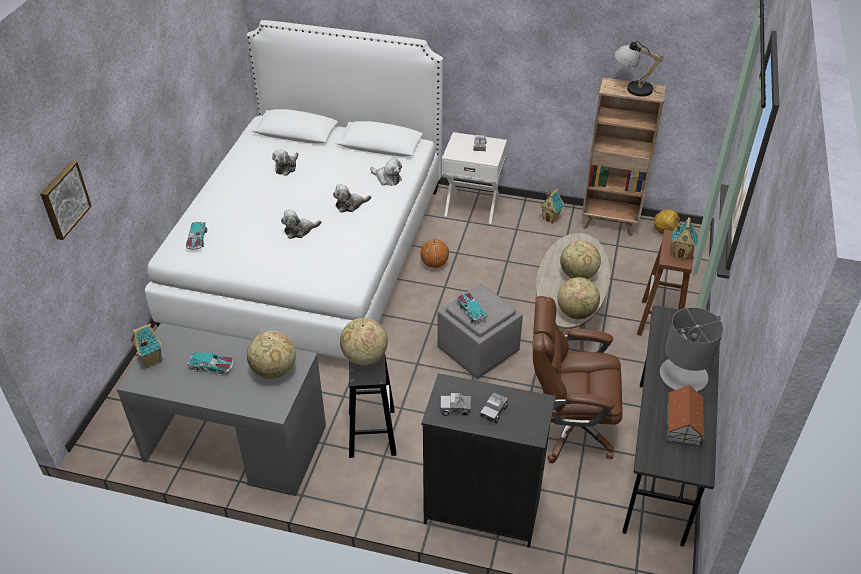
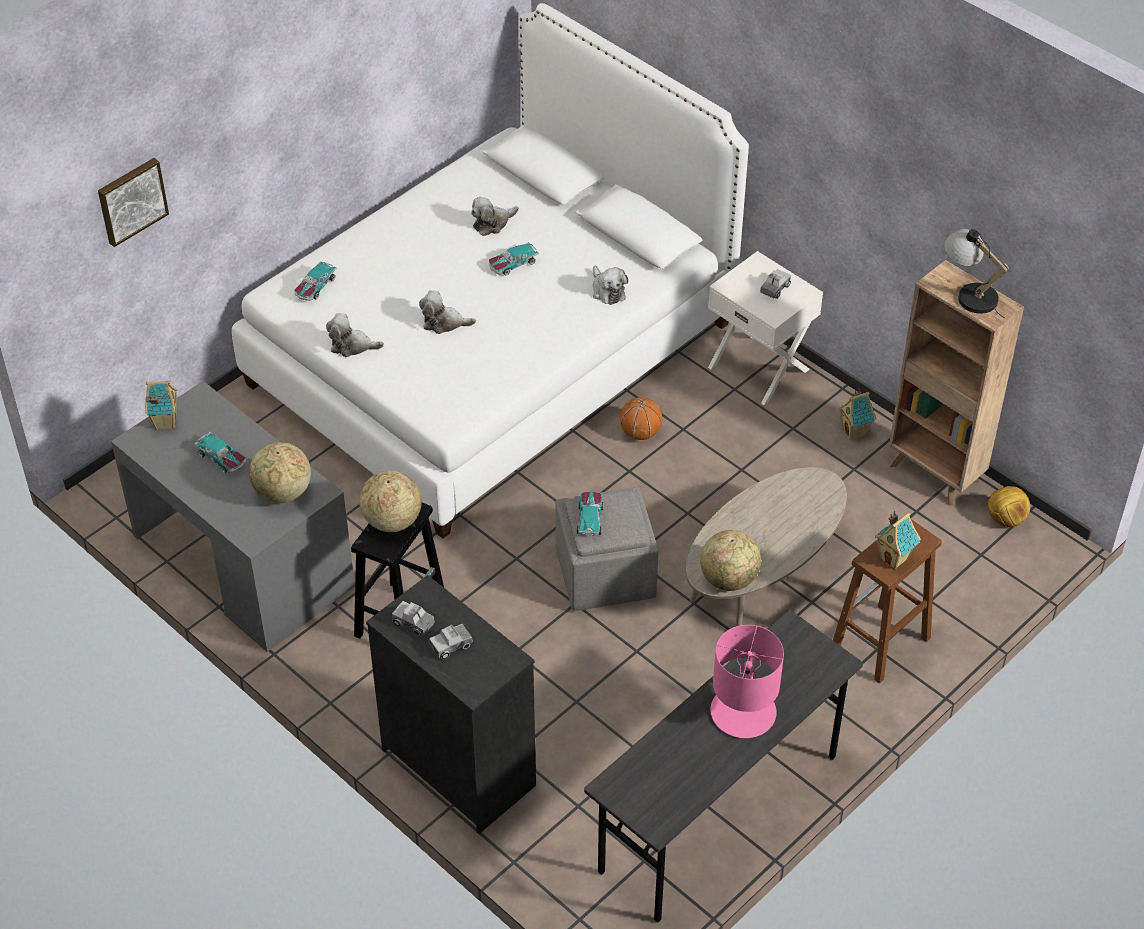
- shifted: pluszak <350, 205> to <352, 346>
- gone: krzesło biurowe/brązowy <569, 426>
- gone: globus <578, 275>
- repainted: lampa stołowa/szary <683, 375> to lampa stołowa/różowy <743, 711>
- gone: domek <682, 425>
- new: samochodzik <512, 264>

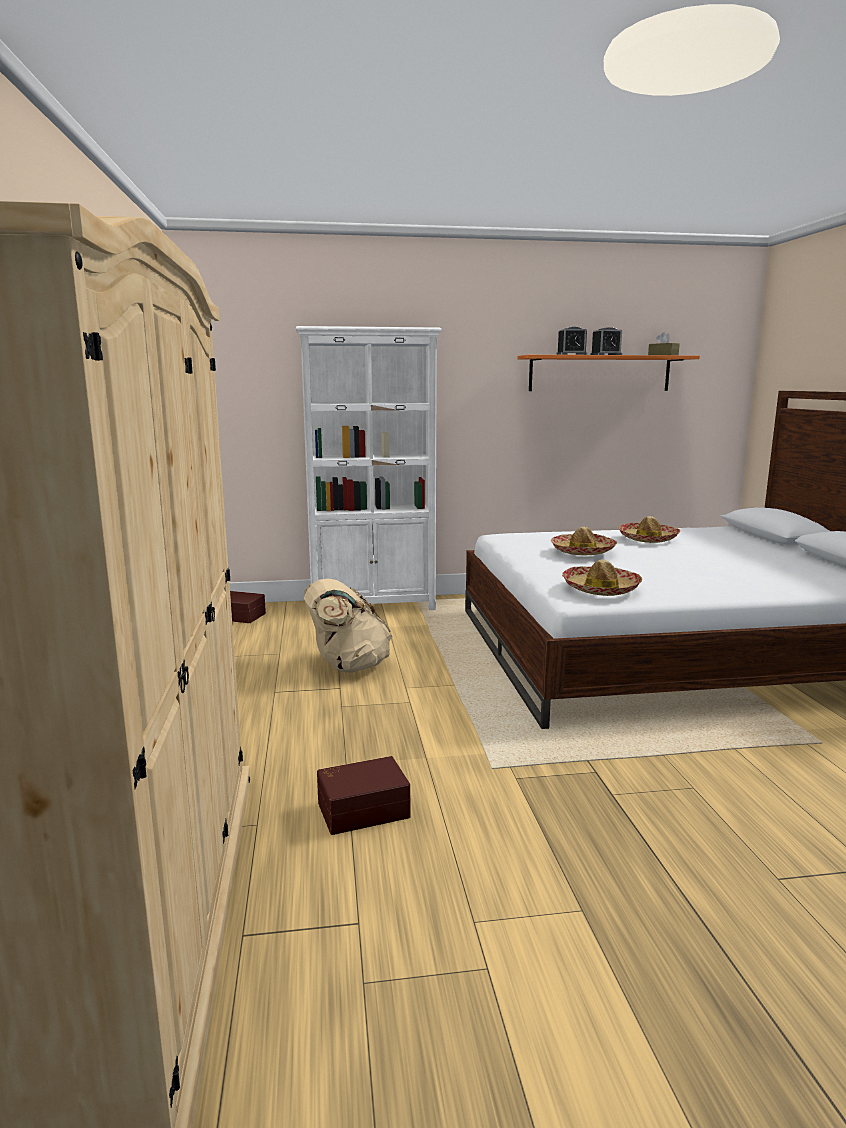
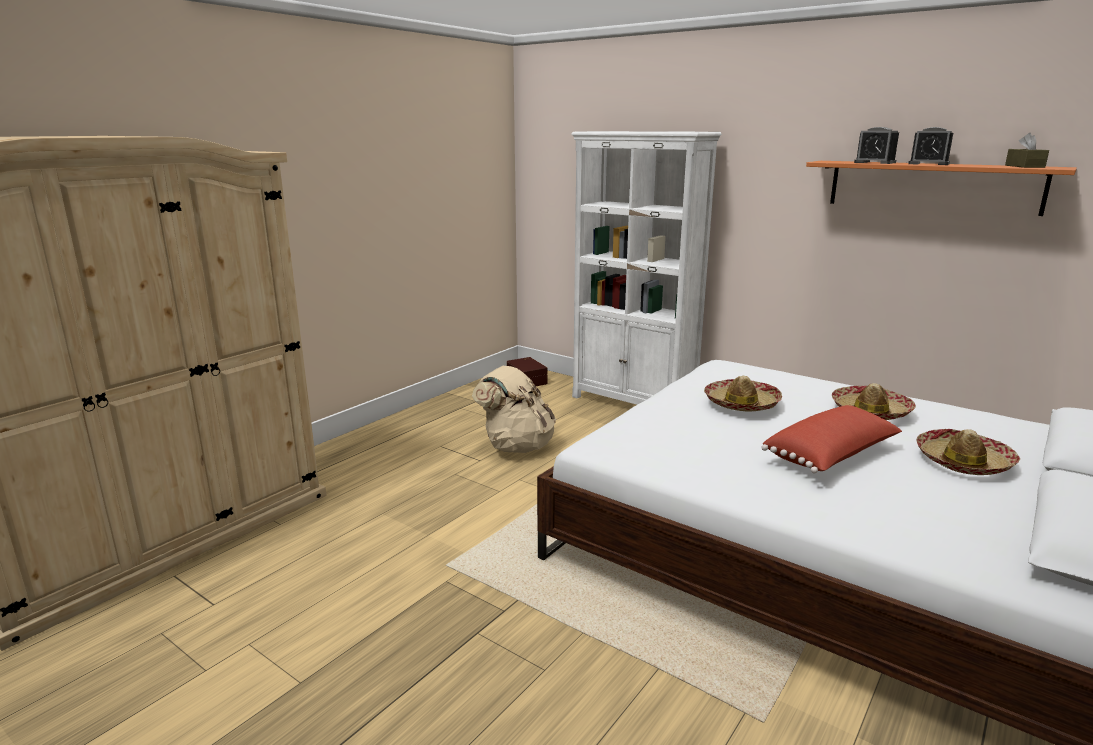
- gone: pojemnik do przechowywania/brązowy <362, 809>
- shifted: kapelusz <601, 589> to <963, 462>
- new: poduszka/czerwony <832, 456>

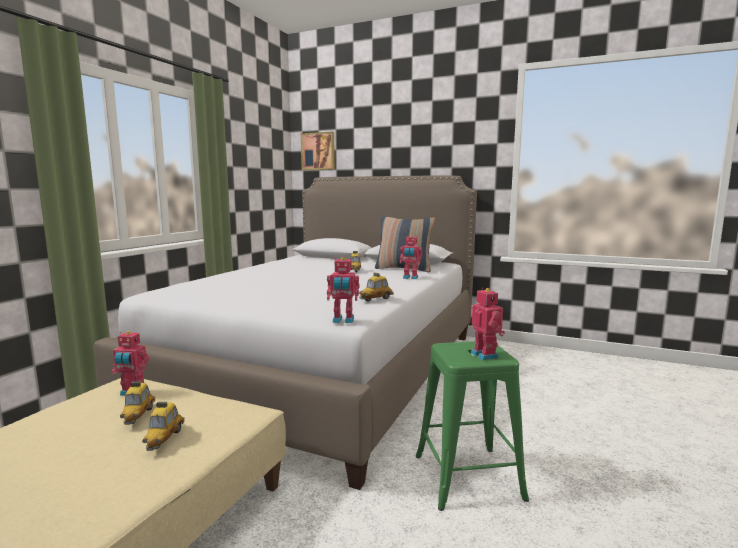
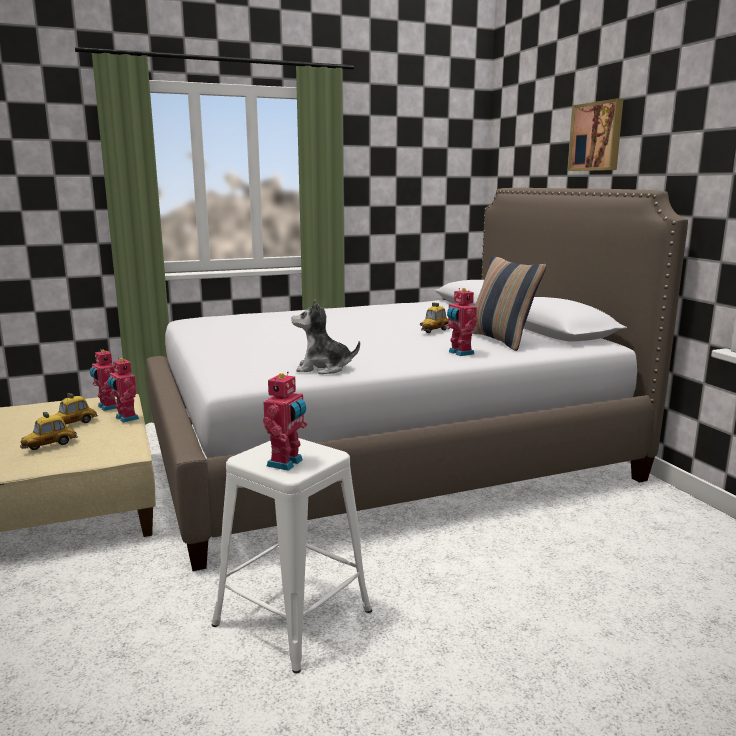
- shifted: obraz <318, 151> to <597, 136>
- shifted: robot zabawkowy <343, 321> to <125, 418>
- swapped: samochodzik <376, 299> to pluszak <323, 368>
- repainted: stołek/zielony <468, 476> to stołek/biały <293, 617>

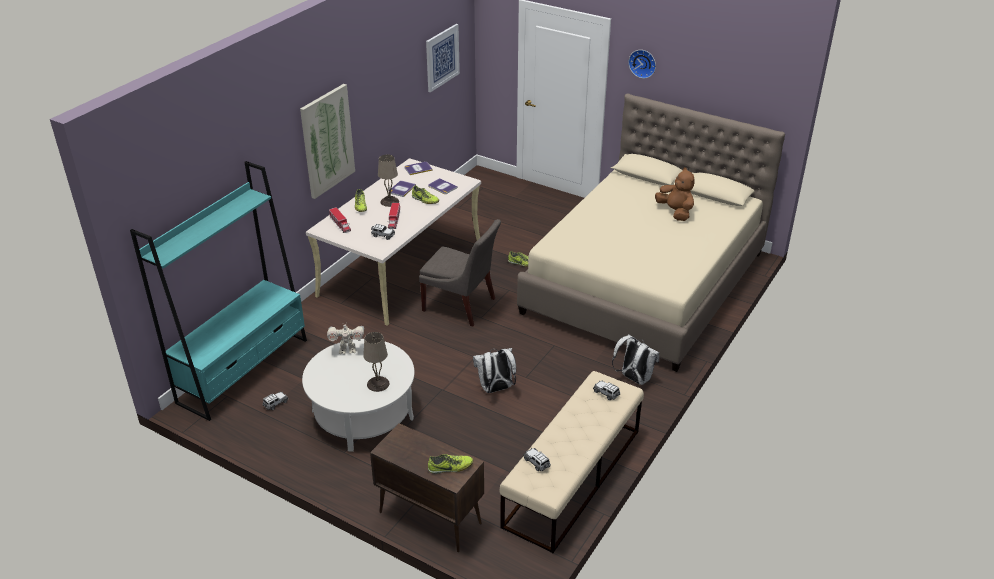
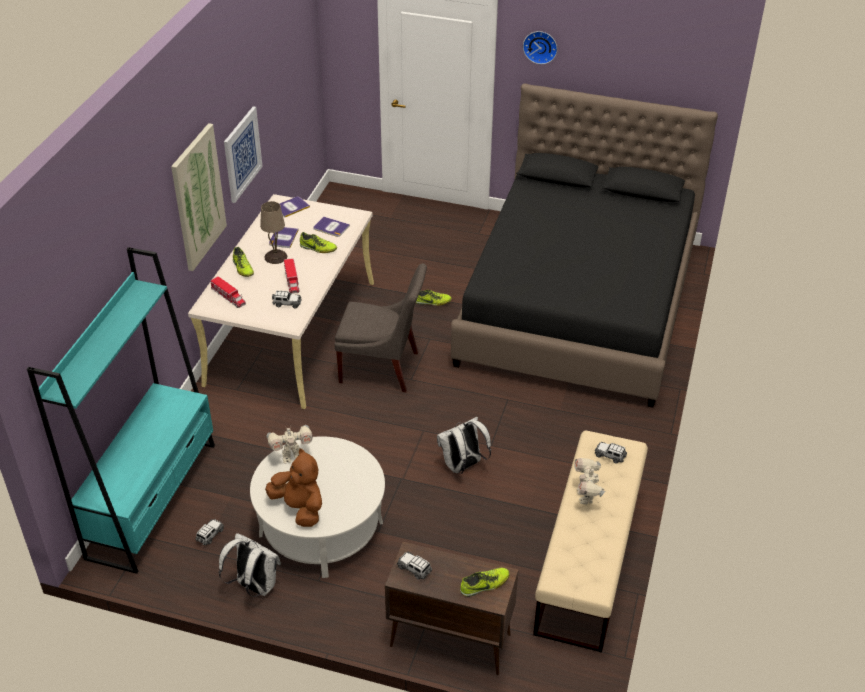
- gone: lampa stołowa/beżowy <378, 384>
- shifted: obraz <442, 57> to <242, 154>
- repainted: łóżko/beżowy <645, 283> to łóżko/czarny <579, 304>
- shifted: samochodzik <537, 463> to <414, 569>
- shifted: plecak/biały <634, 378> to <254, 586>
- shifted: pluszak/brązowy <675, 212> to <299, 508>
- new: robot zabawkowy <586, 496>

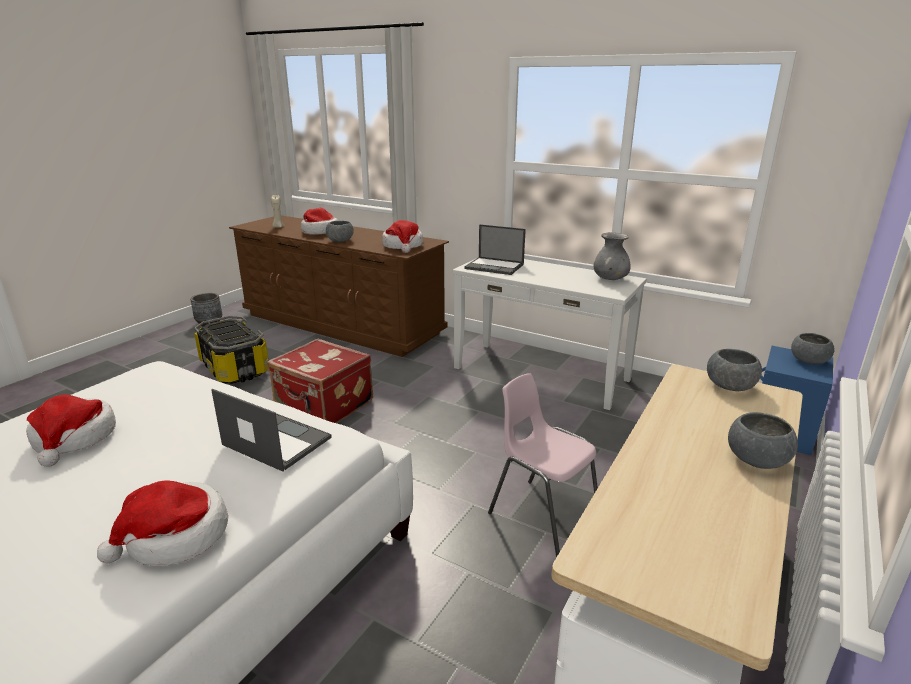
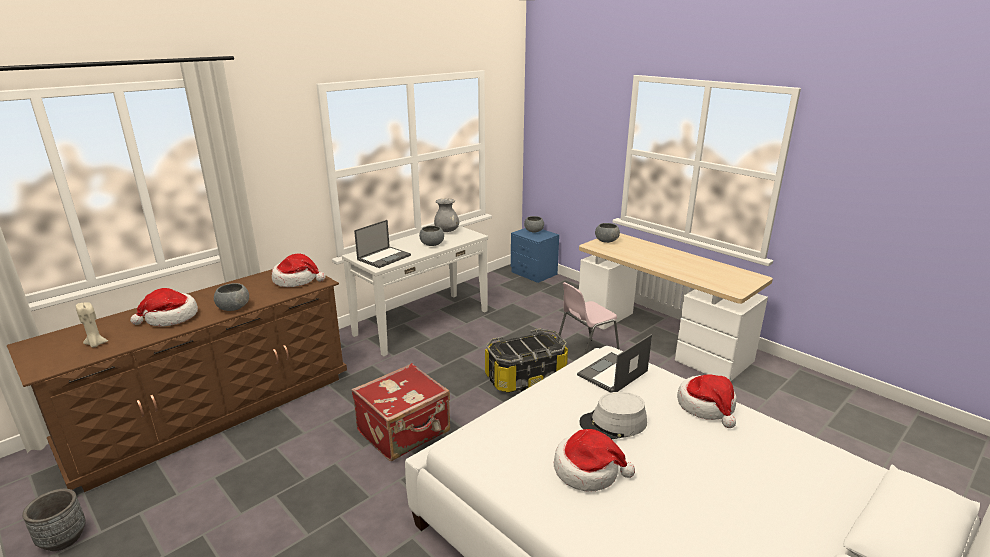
- shifted: pojemnik do przechowywania <235, 368> to <525, 377>
- shifted: miska/szary <756, 459> to <432, 244>
- new: kapelusz/szary <613, 423>

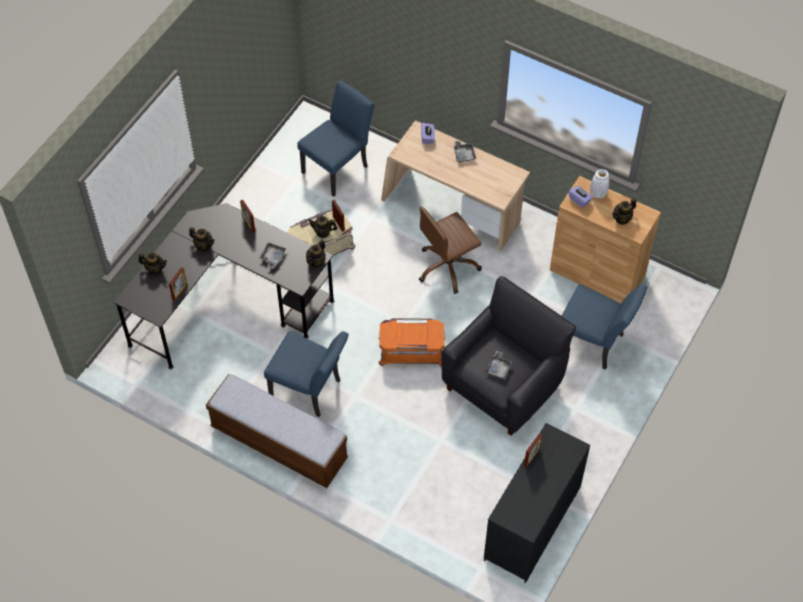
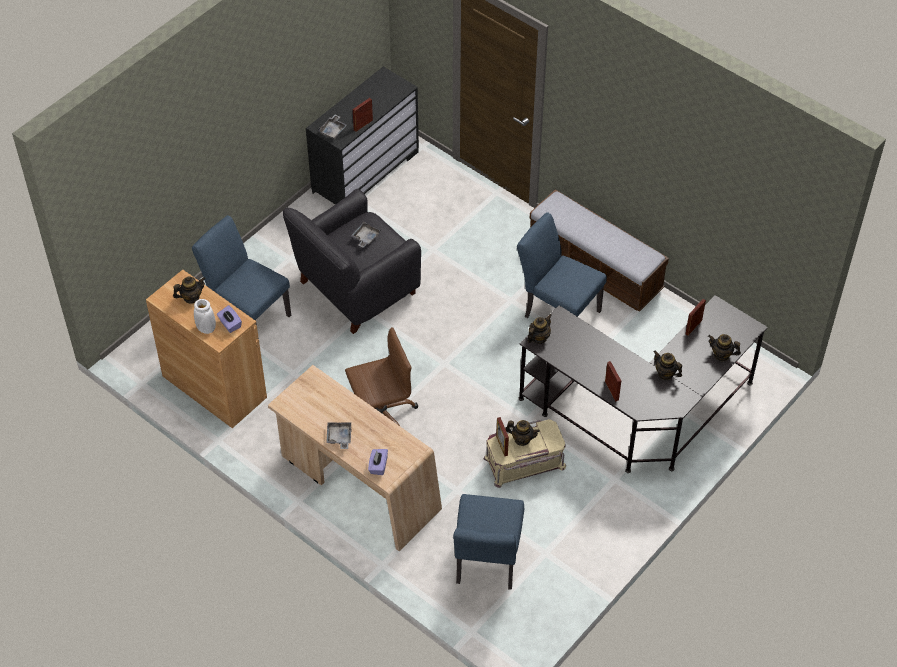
- shifted: taca/szary <272, 257> to <333, 130>
- rotated: krzesło/niebieski <338, 167> = <486, 564> 45 degrees counterclockwise
- gone: pojemnik do przechowywania/pomarańczowy <411, 351>

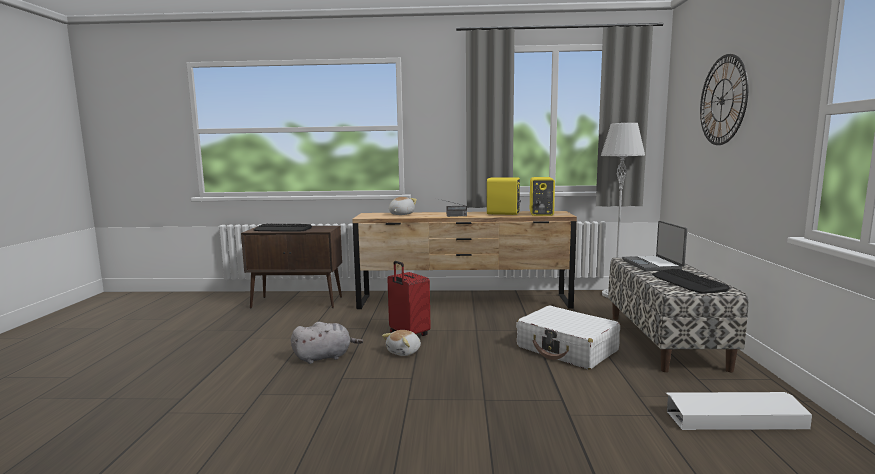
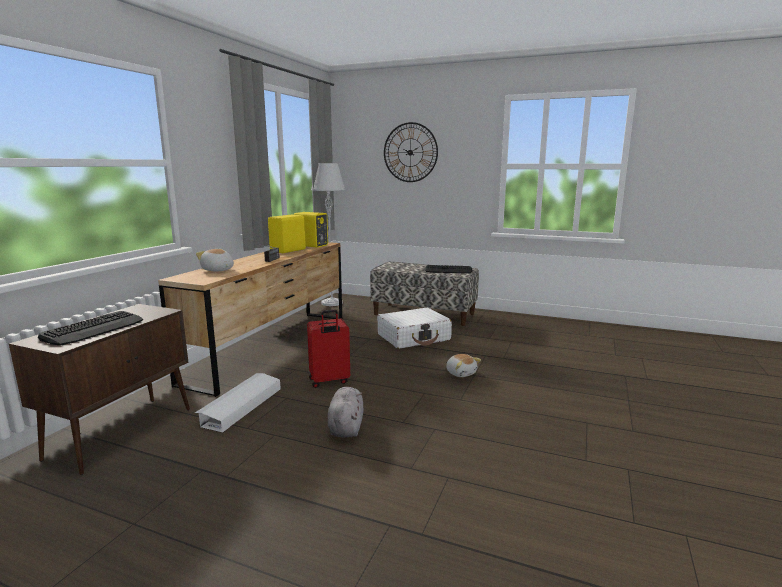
- shifted: pluszak <404, 352> to <461, 373>
- gone: laptop <652, 264>
- shifted: pojemnik do przechowywania/biały <733, 418> to <241, 406>

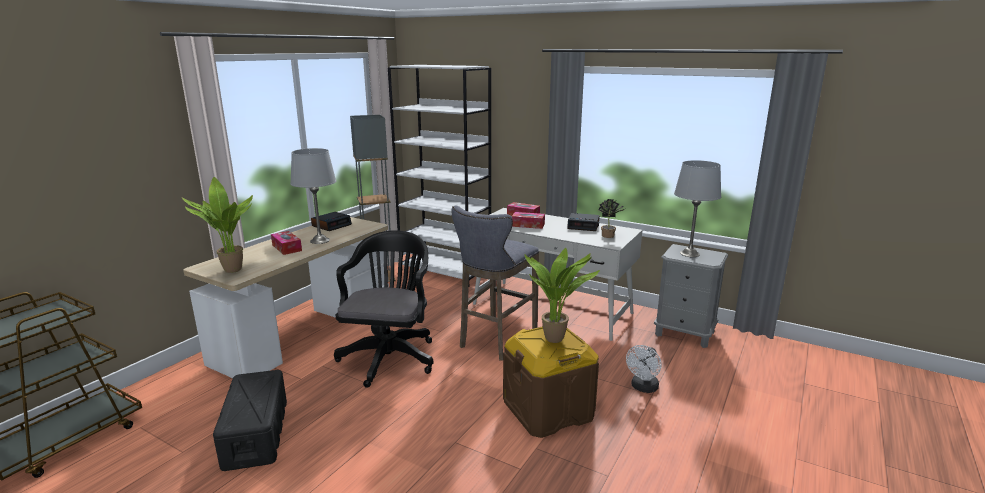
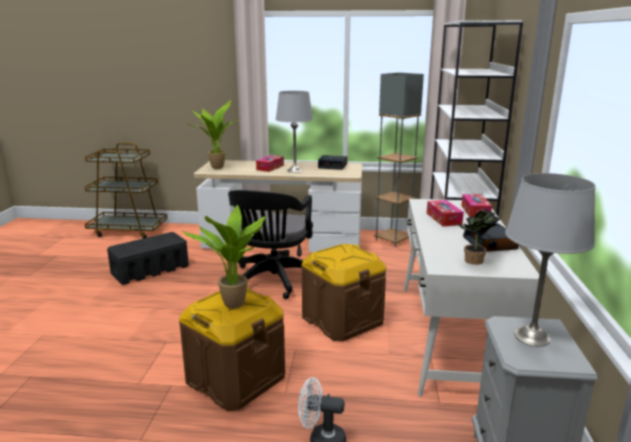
- rotated: krzesło biurowe/czarny <390, 356> = <273, 281> 120 degrees clockwise
- swapped: stołek/szary <496, 341> to pojemnik do przechowywania/brązowy <342, 320>

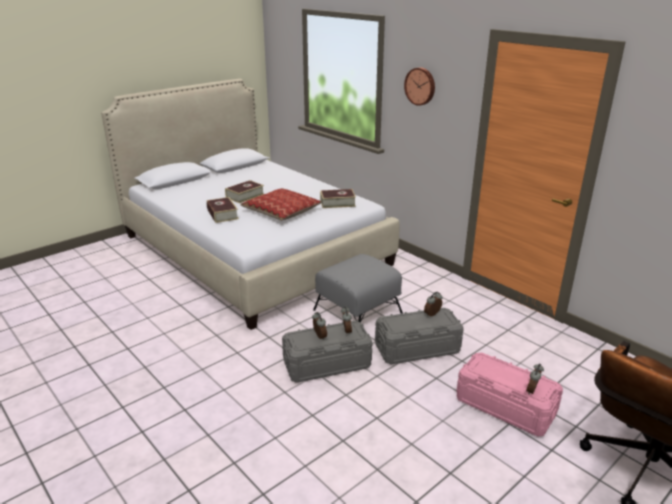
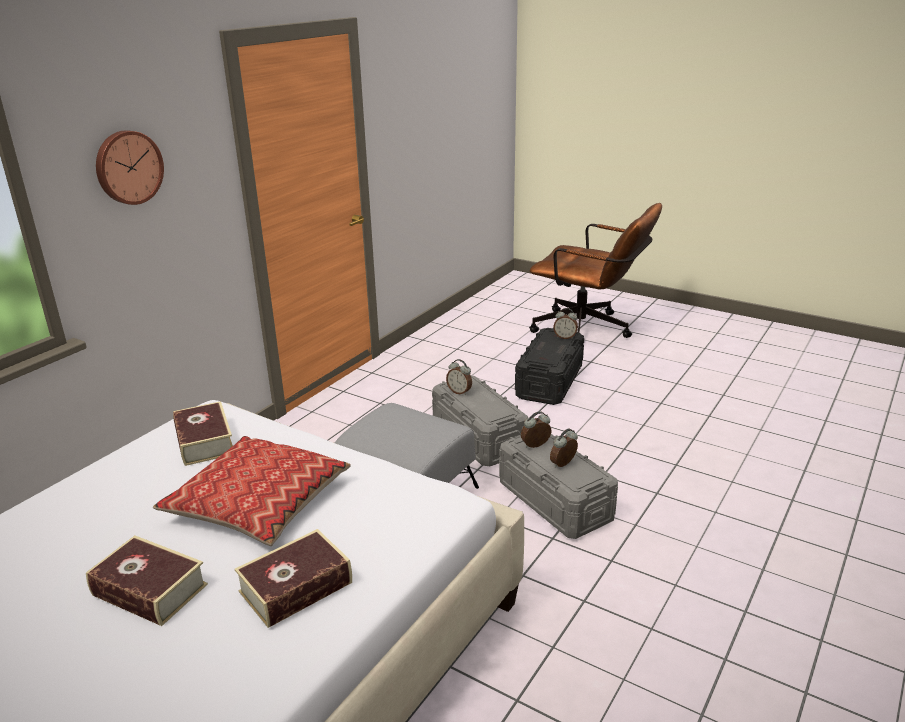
- repainted: pojemnik do przechowywania/różowy <505, 407> to pojemnik do przechowywania/czarny <550, 381>

